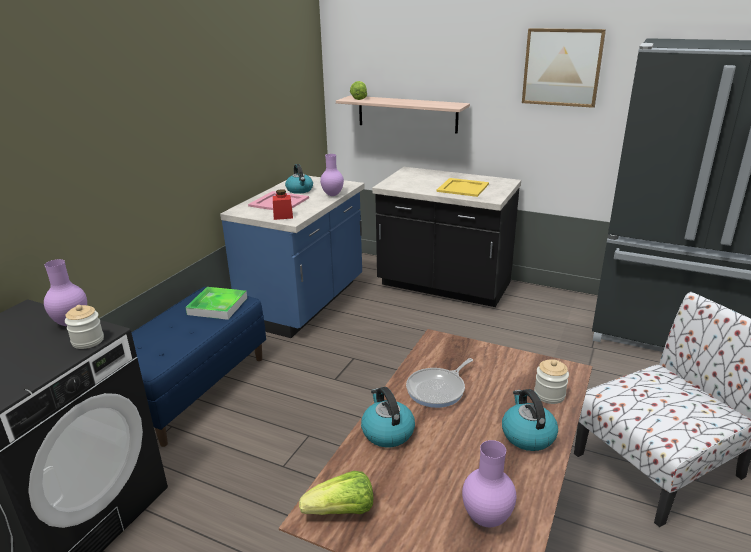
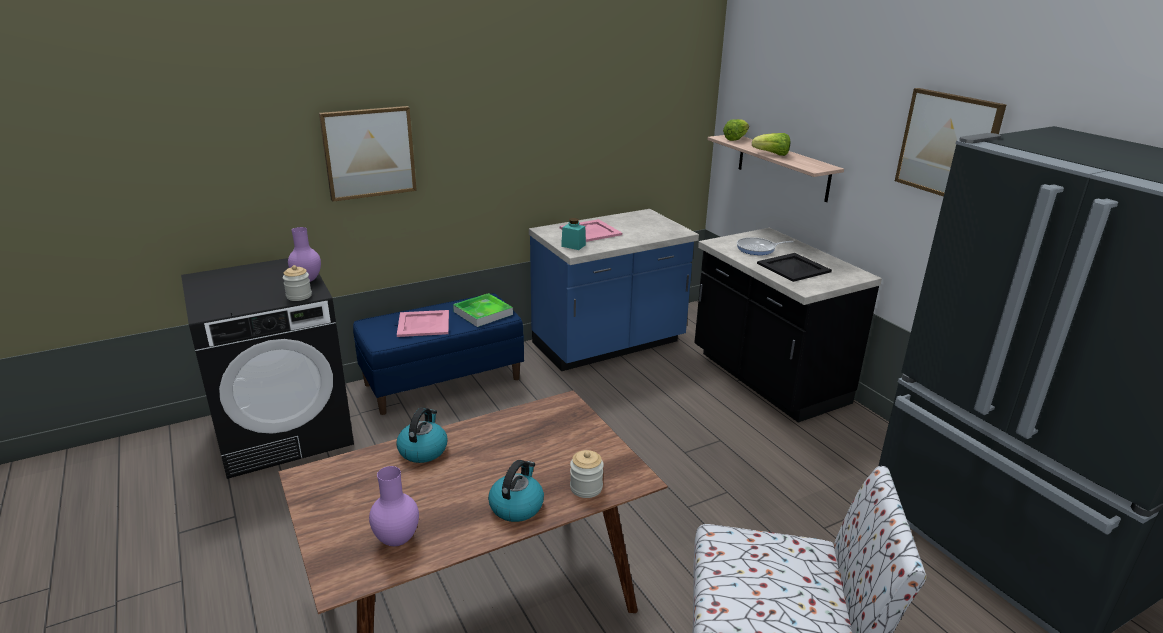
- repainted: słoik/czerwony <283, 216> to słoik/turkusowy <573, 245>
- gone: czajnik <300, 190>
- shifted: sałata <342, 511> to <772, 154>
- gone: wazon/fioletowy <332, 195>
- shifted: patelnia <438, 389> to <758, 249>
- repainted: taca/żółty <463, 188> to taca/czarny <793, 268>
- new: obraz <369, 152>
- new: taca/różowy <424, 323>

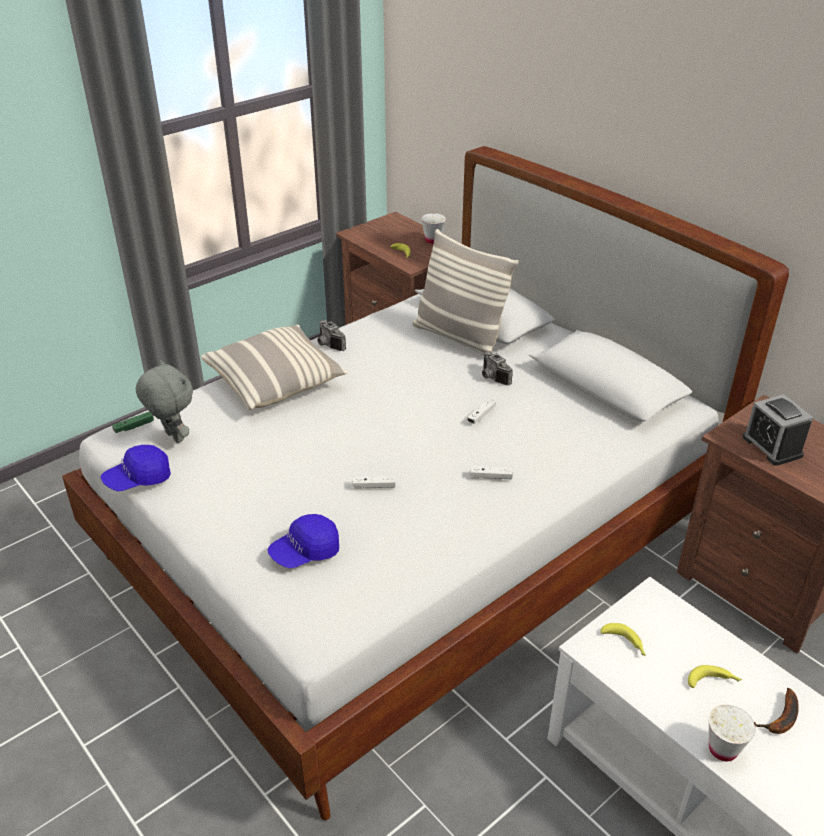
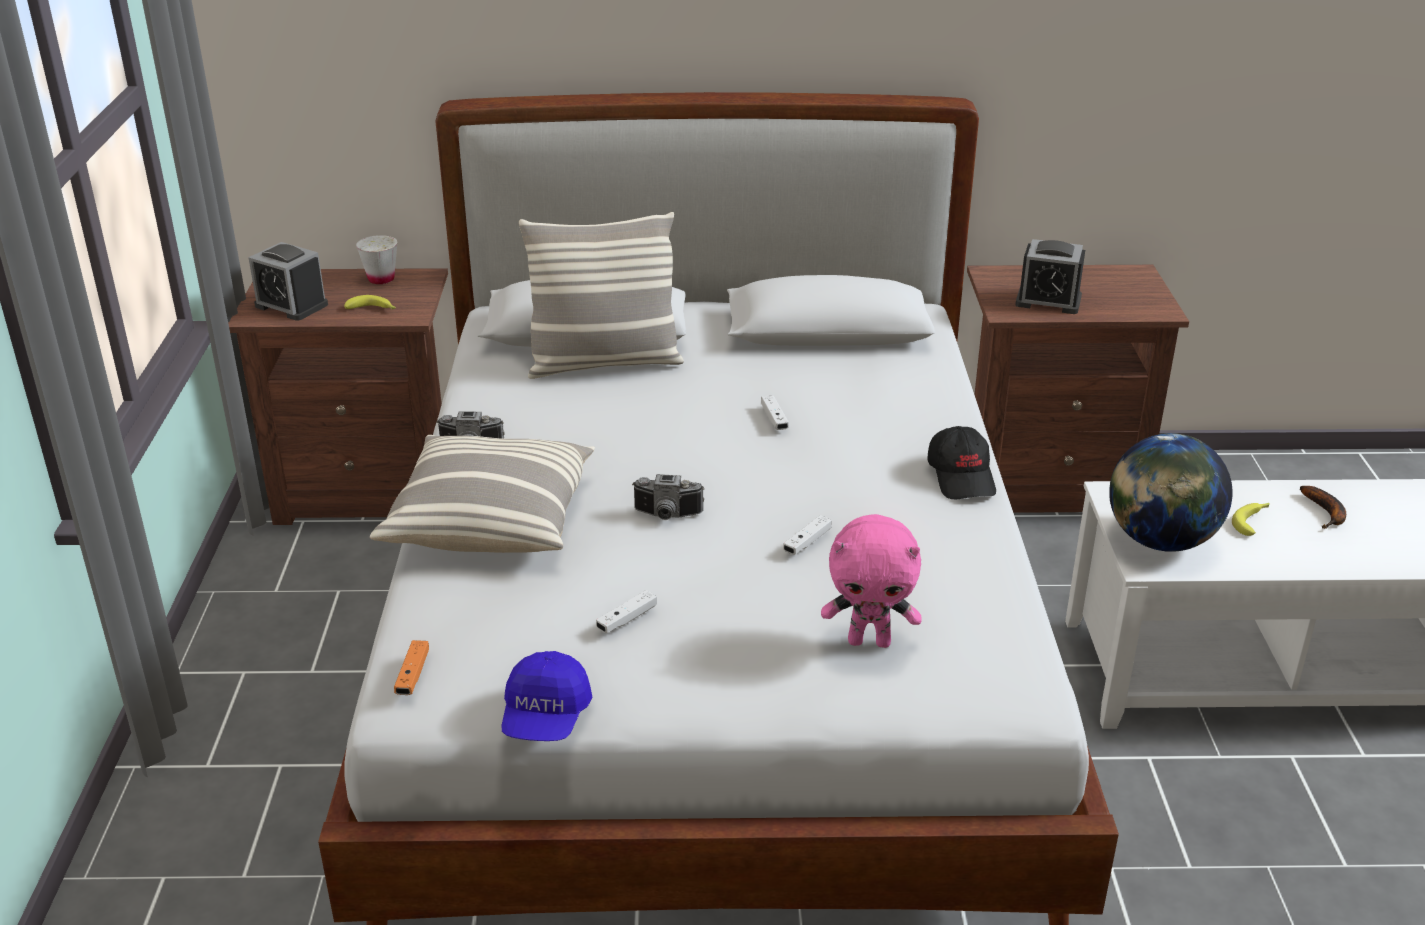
- repainted: pad do gier/zielony <134, 426> to pad do gier/pomarańczowy <413, 675>
- gone: pluszak/szary <173, 437>
- swapped: czapka z daszkiem/niebieski <305, 552> to pluszak/różowy <870, 641>
- shifted: pad do gier/biały <490, 476> to <627, 619>
- shifted: aparat fotograficzny <492, 378> to <667, 516>
- swapped: banan <625, 643> to globus <1160, 541>
- gone: filiżanka/biały <723, 749>
- new: budzik <291, 305>
- new: czapka z daszkiem/czarny <962, 477>

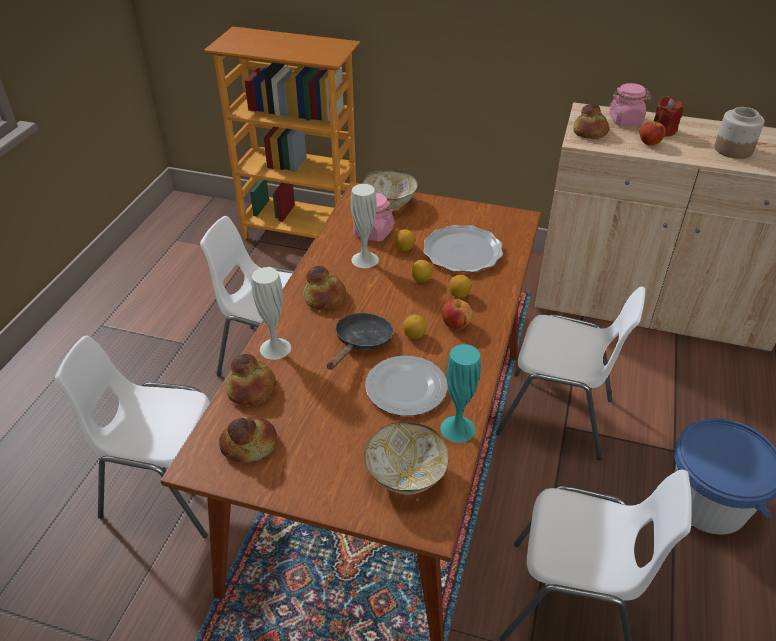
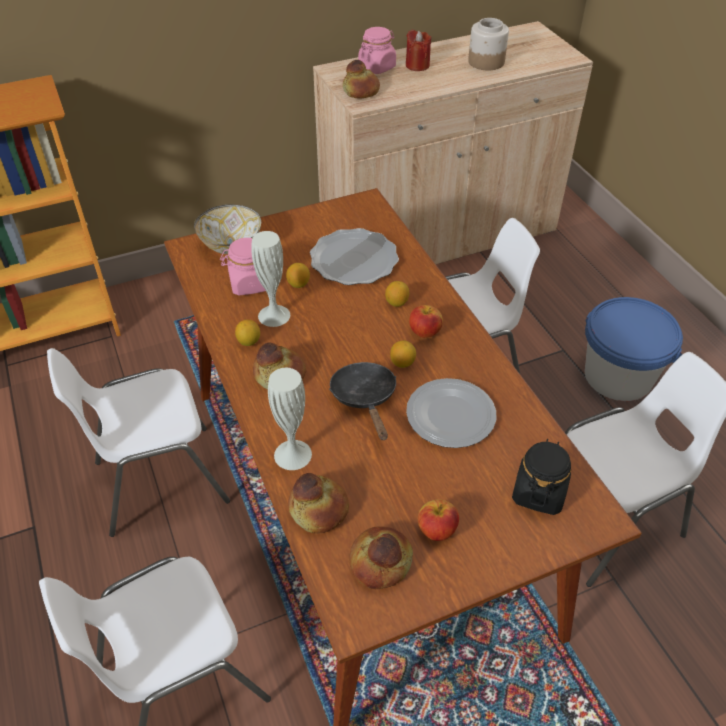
- swapped: miska <406, 477> to słoik/czarny <538, 492>
- shifted: cytryna <421, 279> to <249, 341>
- gone: wazon/turkusowy <457, 429>
- shifted: jabłko <649, 143> to <437, 530>

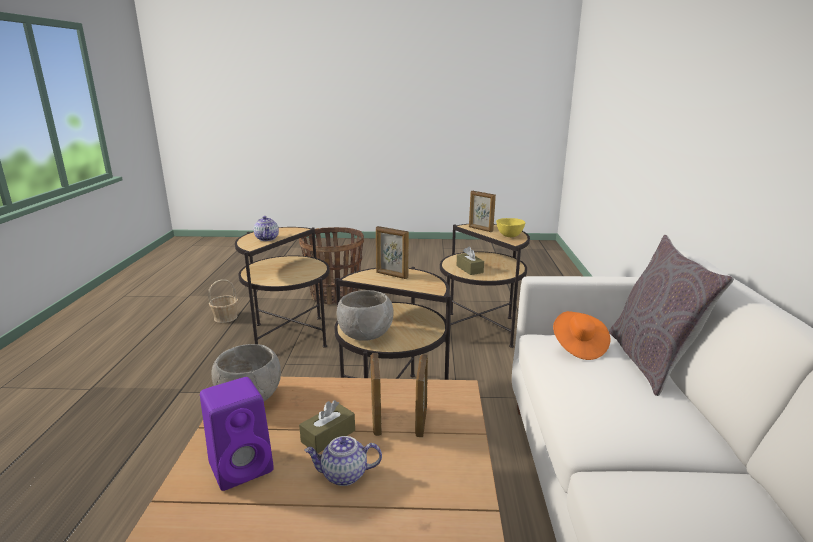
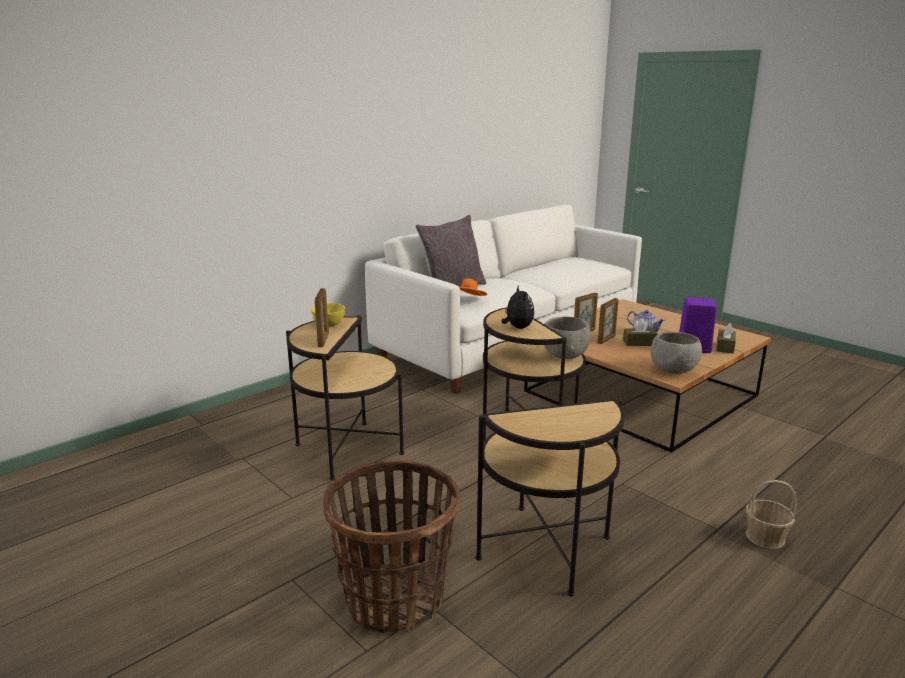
- shifted: koszyk <226, 317> to <764, 537>
- gone: imbryk <267, 238>
- swapped: ramka na zdjęcie <391, 275> to pluszak <517, 327>
- shifted: pudełko chusteczek/brązowy <469, 269> to <725, 347>

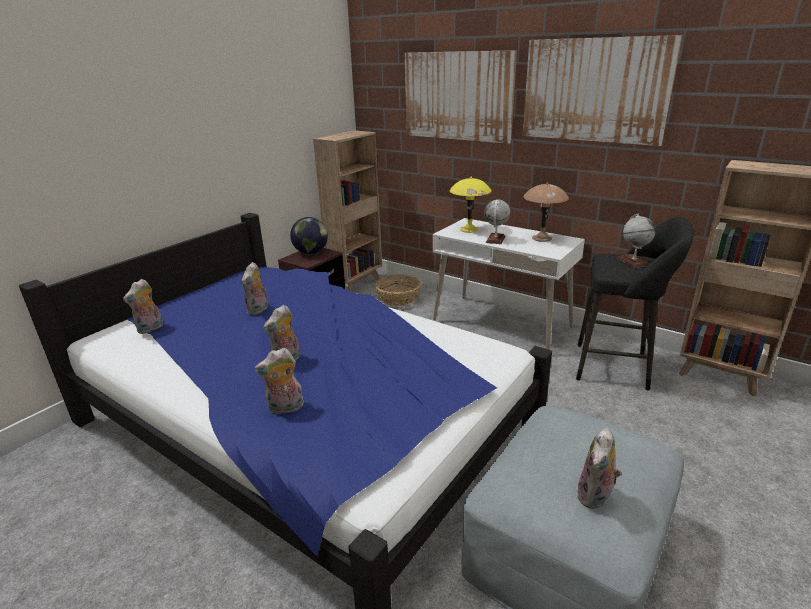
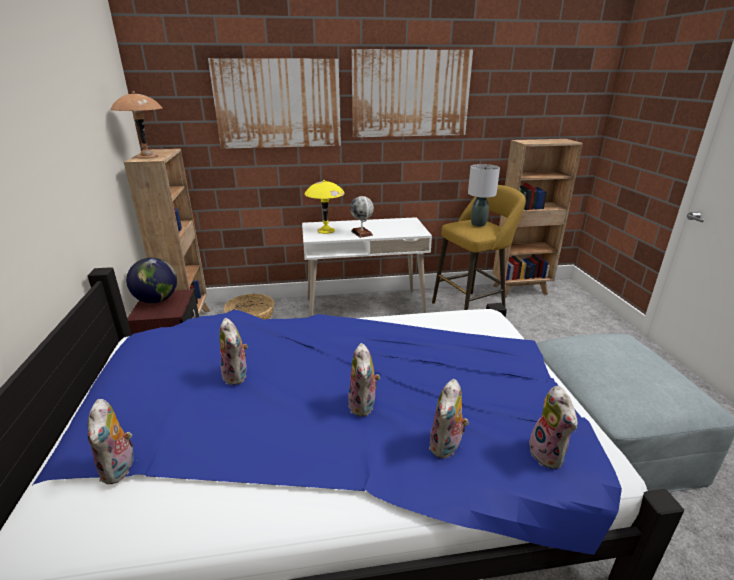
- shifted: lampa stołowa/brązowy <542, 238> to <147, 156>
- repainted: stołek/czarny <617, 367> to stołek/żółty <471, 307>
- shifted: pluszak <595, 497> to <549, 454>
- swapped: globus <633, 262> to lampa stołowa/szary <478, 224>

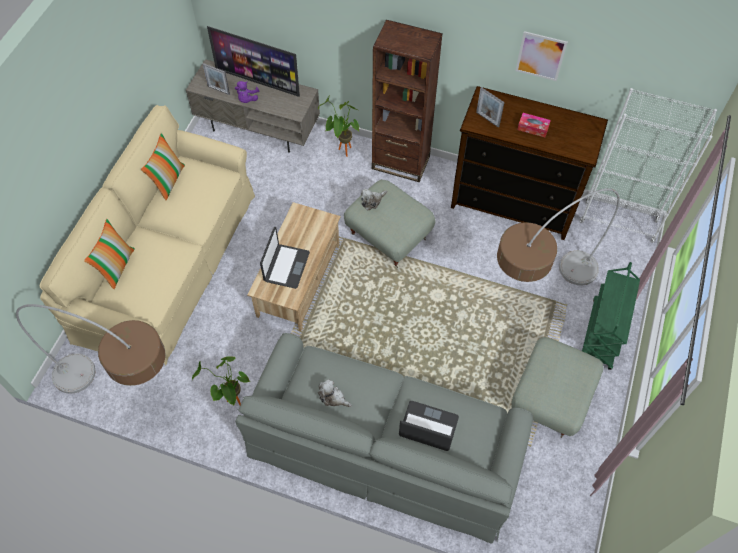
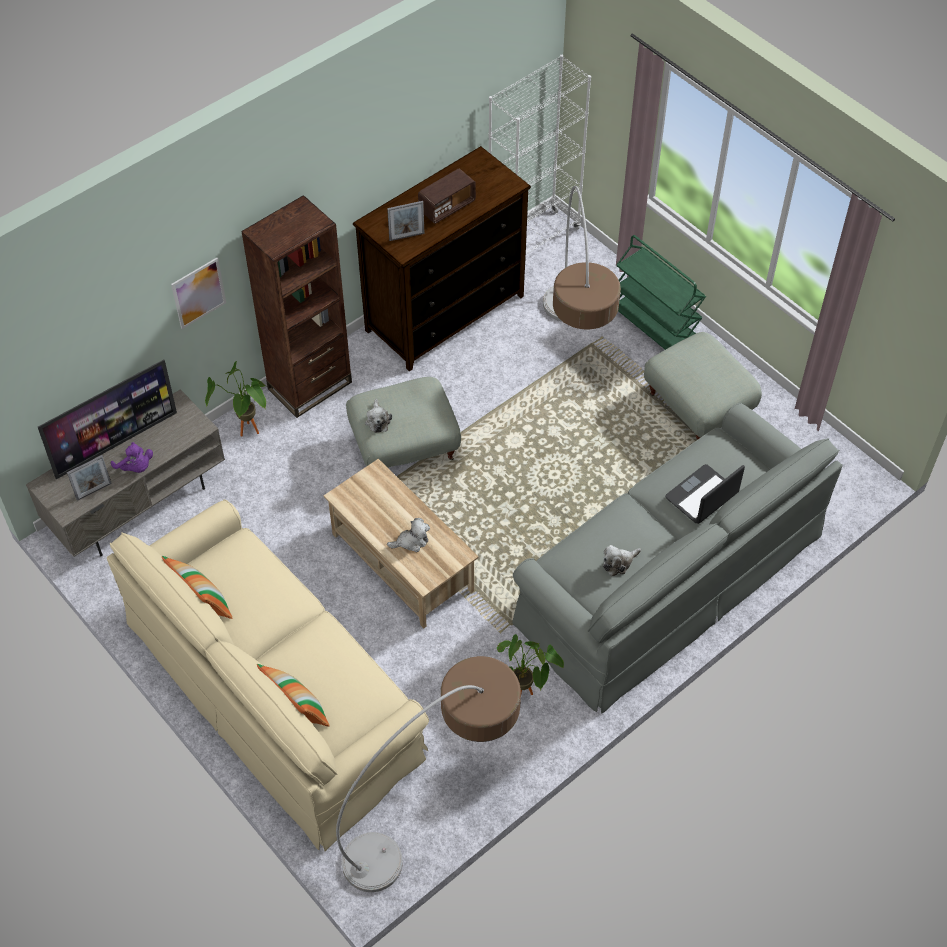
- swapped: laptop <286, 266> to pluszak <411, 541>
- shifted: obraz <540, 56> to <198, 293>
- swapped: pudełko chusteczek <533, 128> to radio <447, 207>

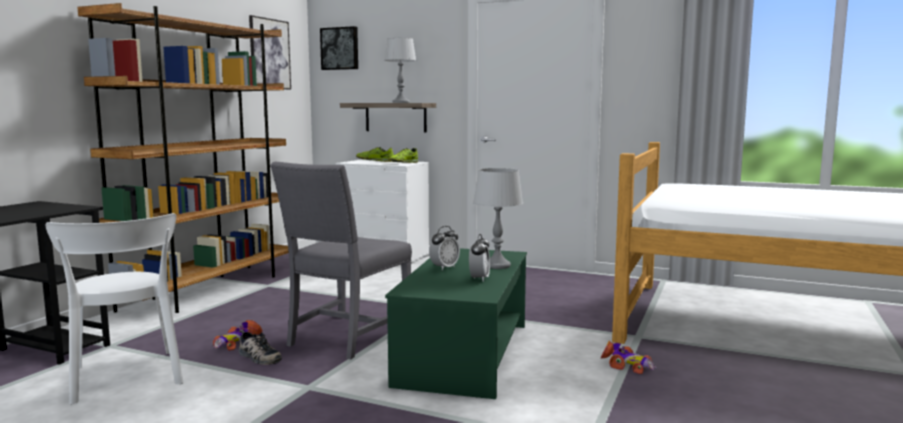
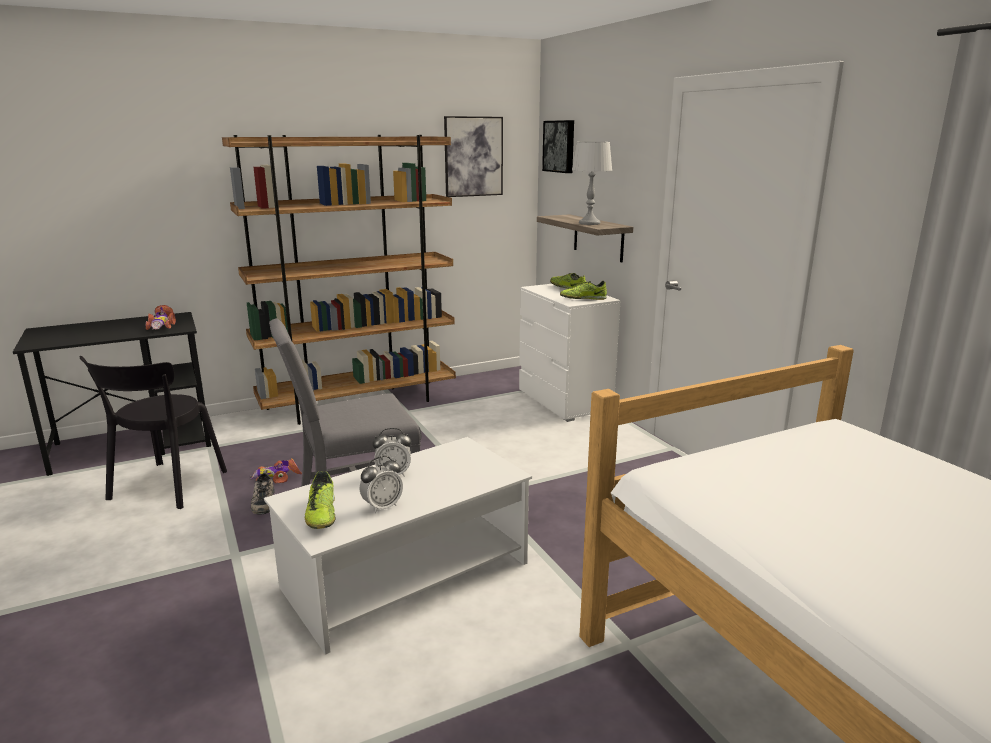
- repainted: krzesło/biały <126, 378> to krzesło/czarny <165, 487>
- repainted: ława/zielony <465, 353> to ława/biały <408, 574>
- gone: lampa stołowa/szary <497, 265>
- shifted: samochodzik <626, 365> to <161, 326>
- new: but <322, 514>

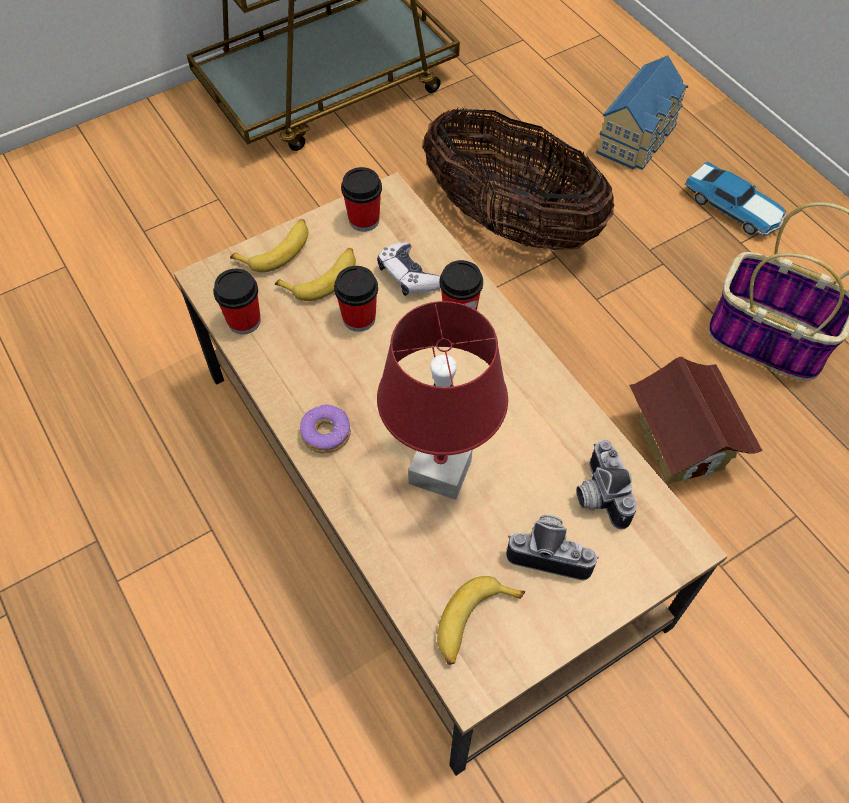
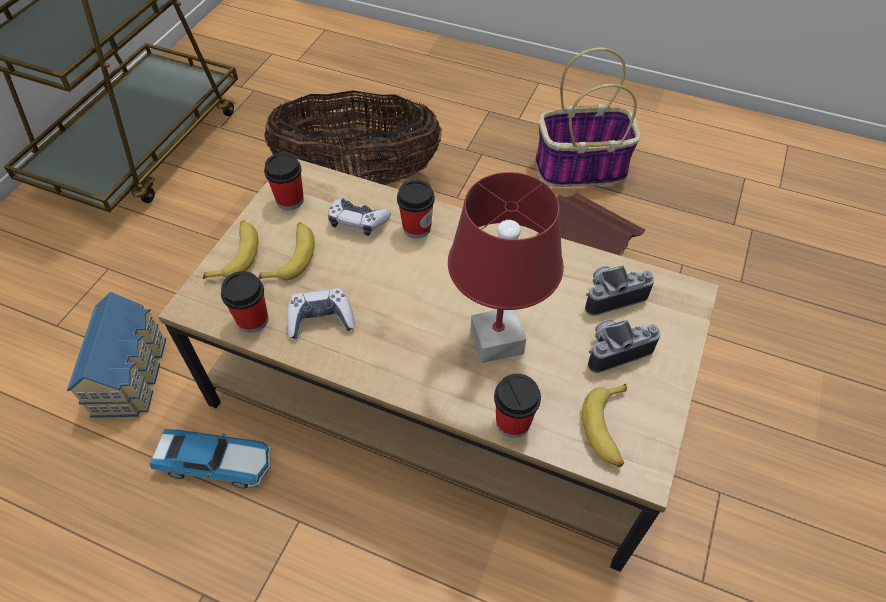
- gone: donut <326, 433>
- shifted: filiżanka <359, 318> to <513, 422>
- rotated: aparat fotograficzny <597, 495> = <611, 294> 120 degrees clockwise
- shifted: domek <639, 137> to <132, 373>
- shifted: samochodzik <734, 208> to <217, 463>
- new: pad do gier <321, 319>

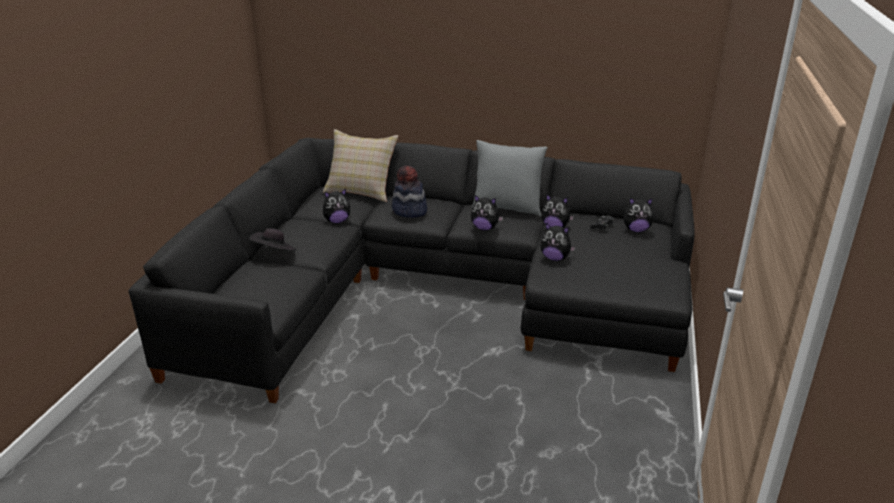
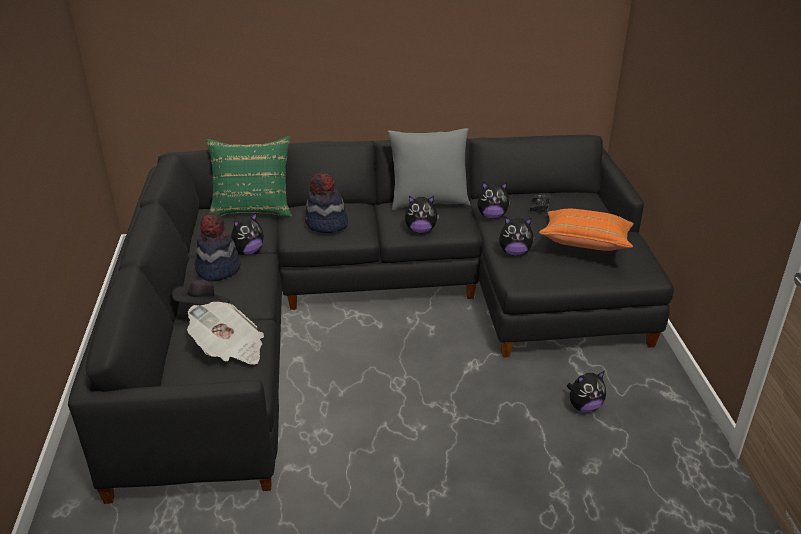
- repainted: poduszka/beżowy <361, 191> to poduszka/zielony <252, 207>
- shifted: pluszak <636, 230> to <584, 406>
- new: gazeta <229, 349>
- new: kapelusz <218, 269>
- new: poduszka/pomarańczowy <585, 244>

